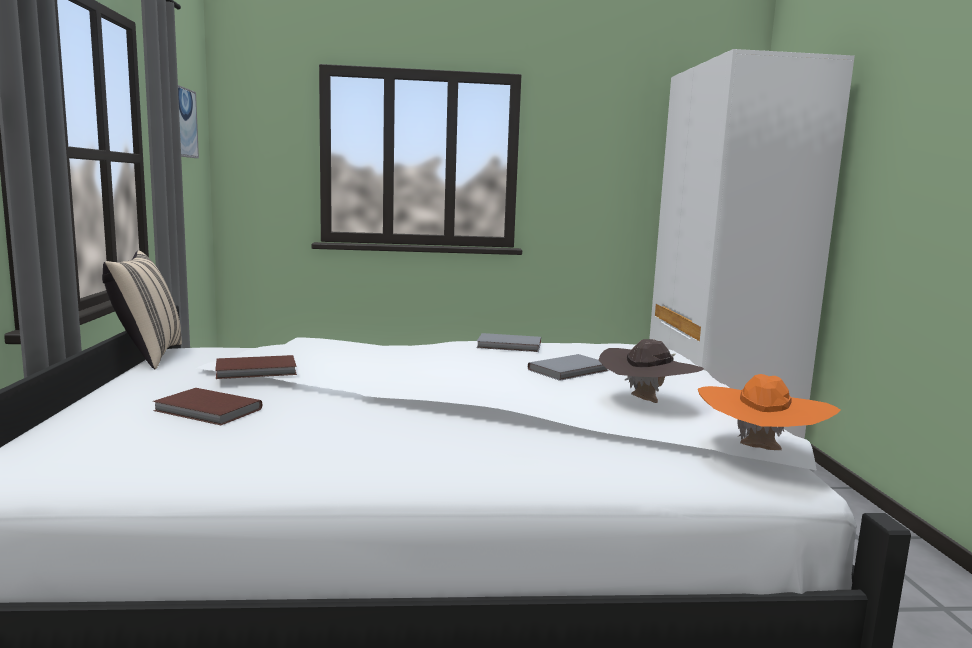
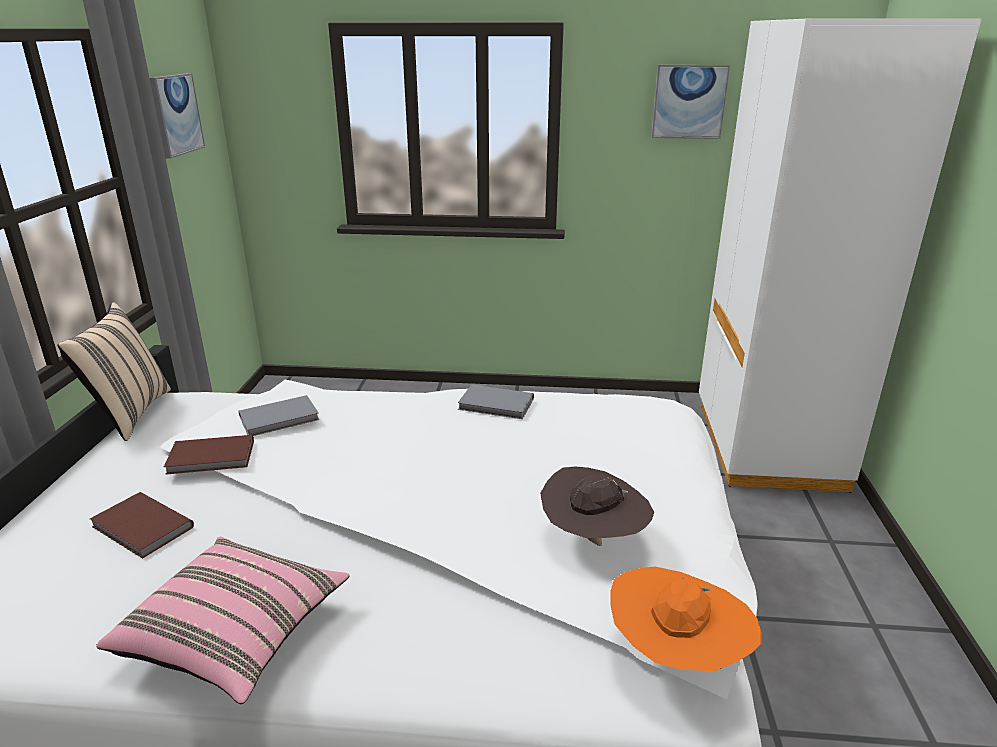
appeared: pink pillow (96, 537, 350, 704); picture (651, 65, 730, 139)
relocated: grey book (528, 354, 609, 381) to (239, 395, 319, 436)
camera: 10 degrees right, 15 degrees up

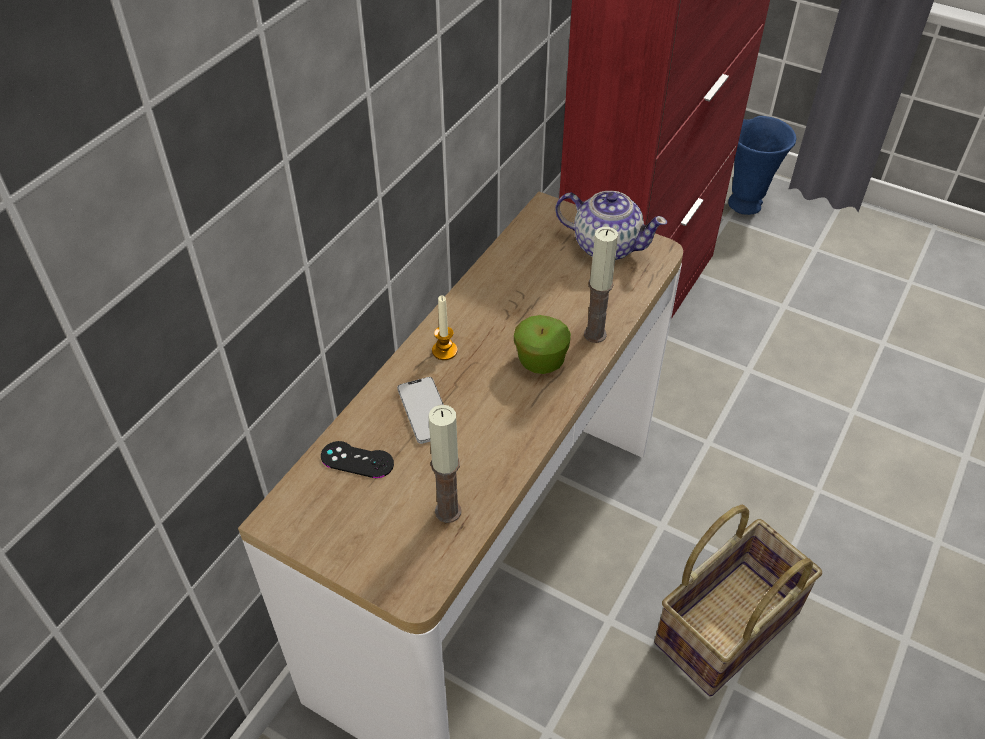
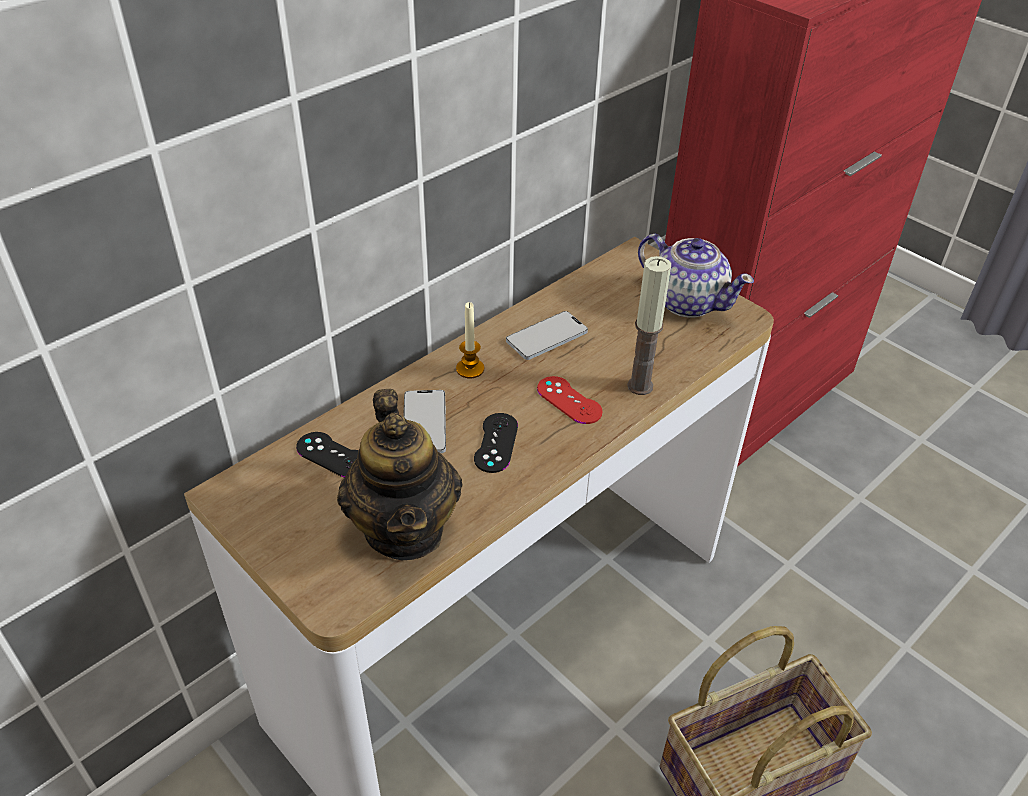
missing: blue vase (728, 116, 797, 215)
appeared: black game controller (474, 413, 518, 473); phone (506, 311, 588, 360)
exchanged: candle (428, 405, 461, 523) to teapot (337, 389, 463, 560); apple (514, 315, 571, 374) to red game controller (537, 376, 603, 424)
camera: 15 degrees right, 5 degrees down

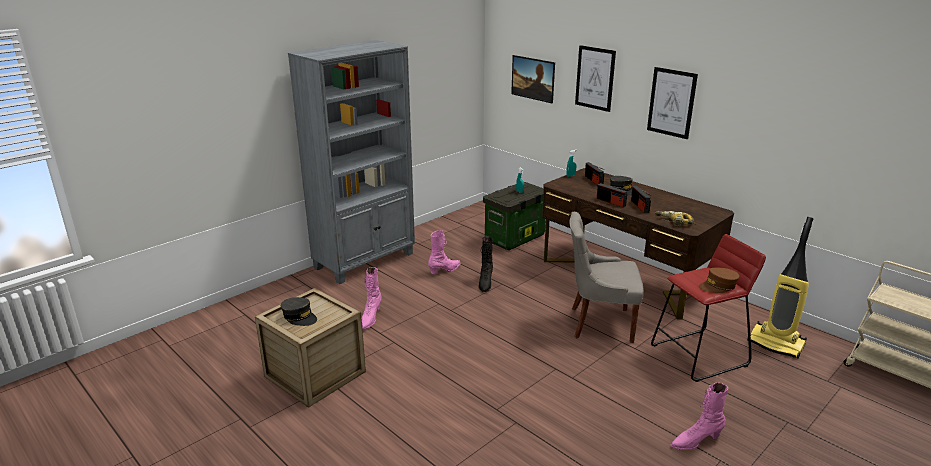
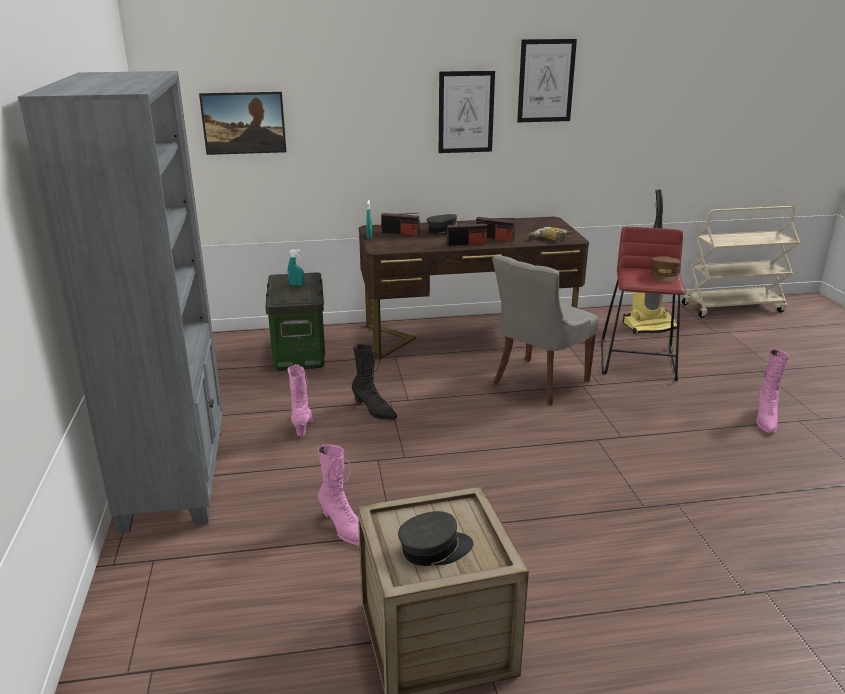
relocated: picture (575, 45, 616, 112) to (517, 39, 577, 122)
camera: 55 degrees left, 0 degrees up

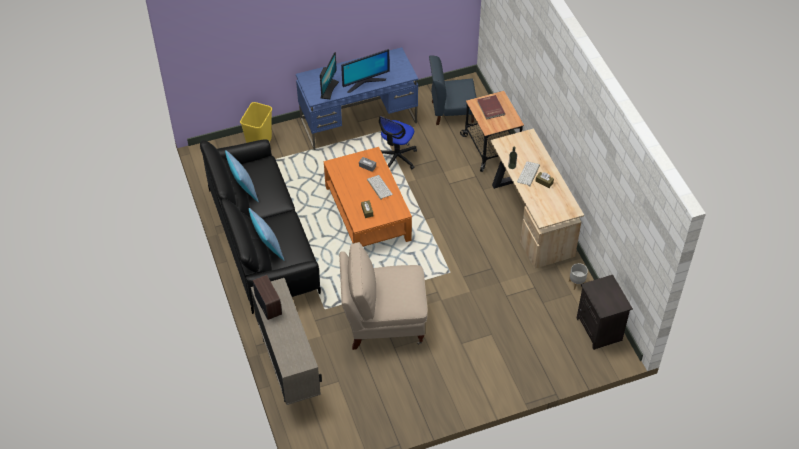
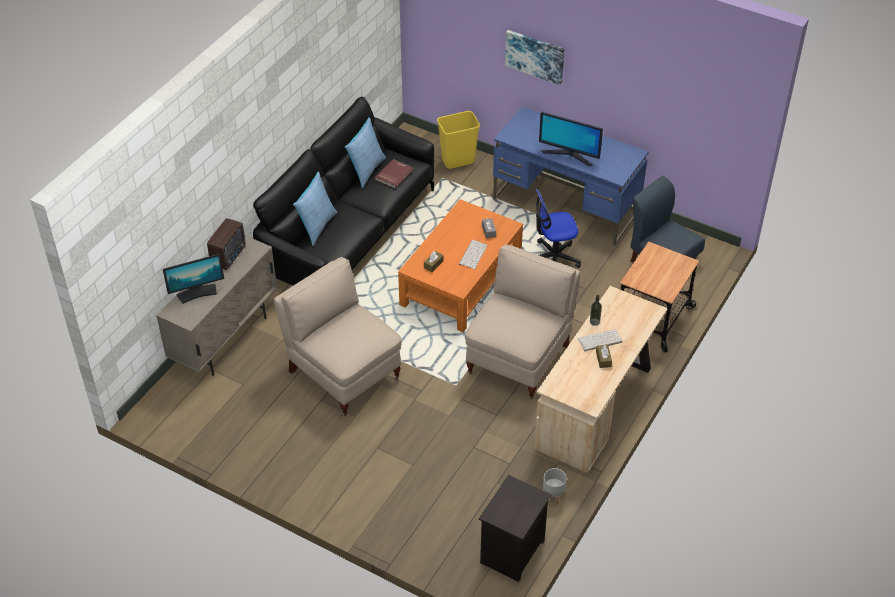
appeared: beige chair (465, 244, 580, 399); picture (505, 30, 564, 85)
relocated: monitor (320, 52, 339, 99) to (163, 254, 224, 304); red book (477, 95, 505, 120) to (375, 159, 414, 188)
camera: 50 degrees right, 5 degrees down

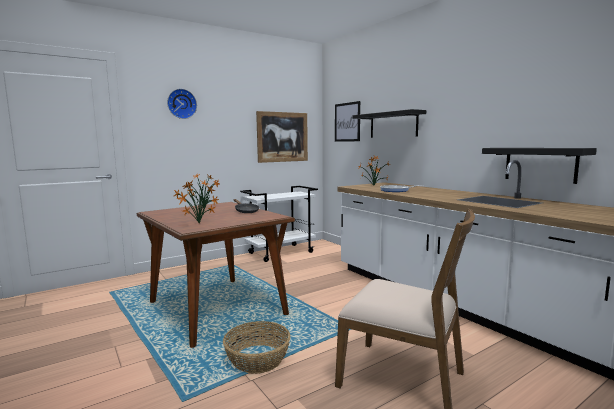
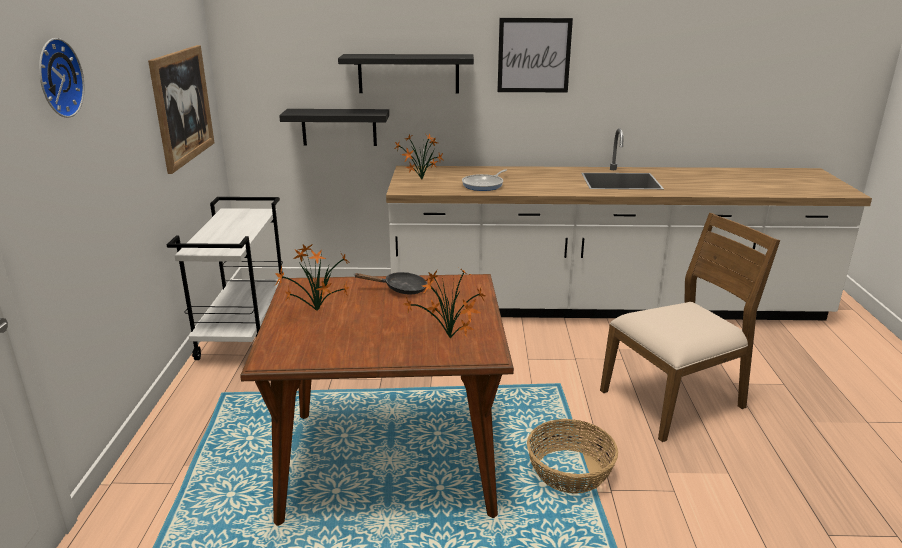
relocated: picture (335, 101, 360, 142) to (497, 18, 573, 92); black shelf (482, 148, 597, 184) to (279, 109, 389, 146)
camera: 55 degrees left, 15 degrees up

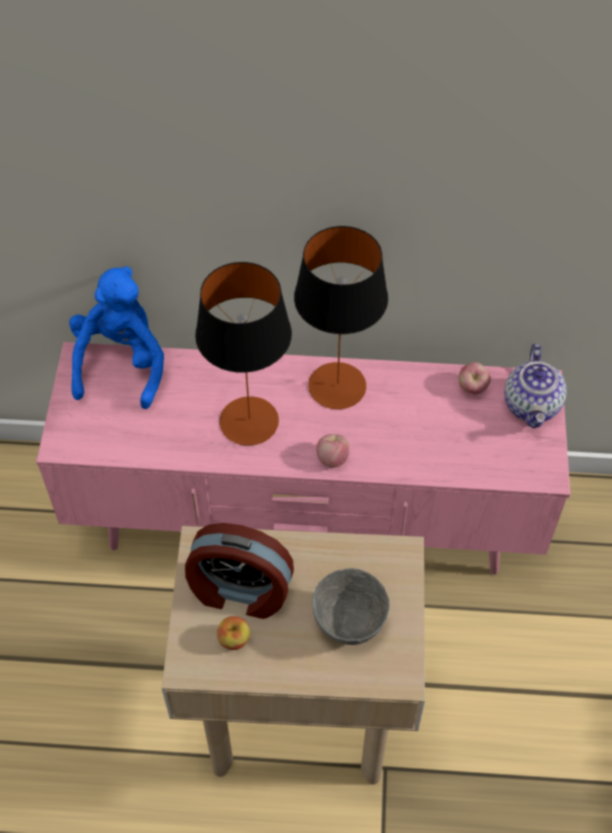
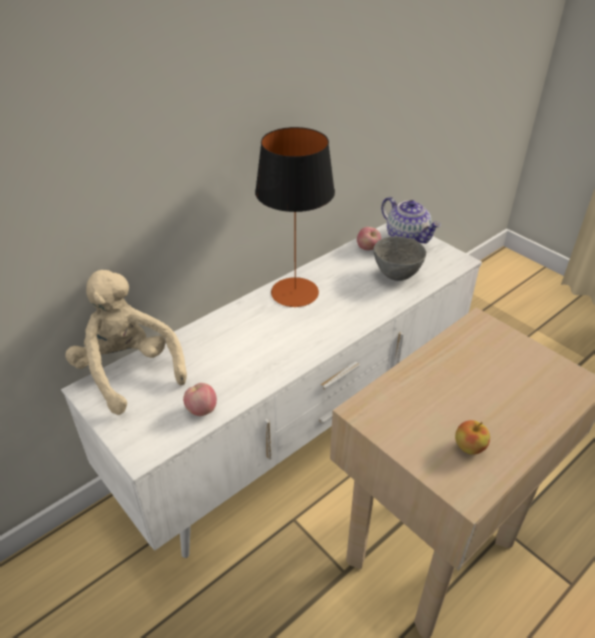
missing: alarm clock (185, 523, 294, 619); table lamp (195, 262, 292, 446)
relocated: grey bowl (312, 568, 390, 645) to (374, 236, 426, 281); apple (316, 434, 349, 468) to (183, 383, 217, 416)
colour: pink tv stand (36, 342, 570, 575) to white tv stand (61, 223, 482, 558); blue plush toy (69, 266, 164, 409) to beige plush toy (65, 270, 187, 415)
camera: 45 degrees left, 15 degrees down

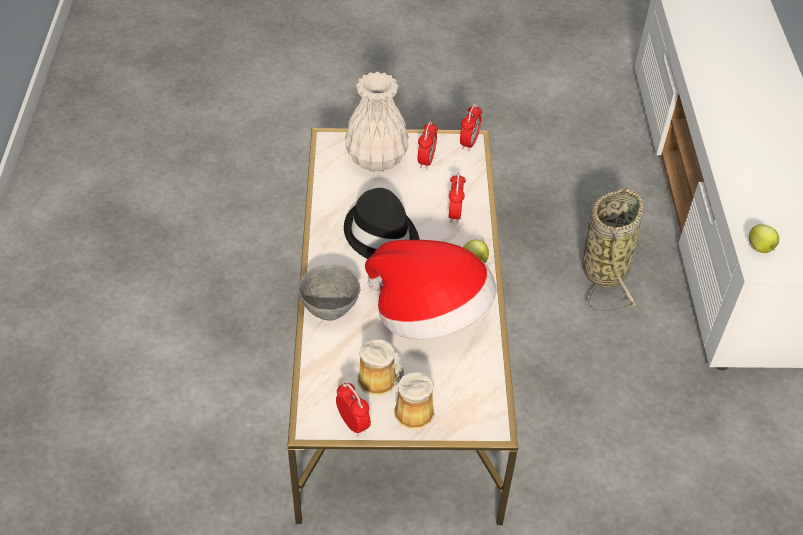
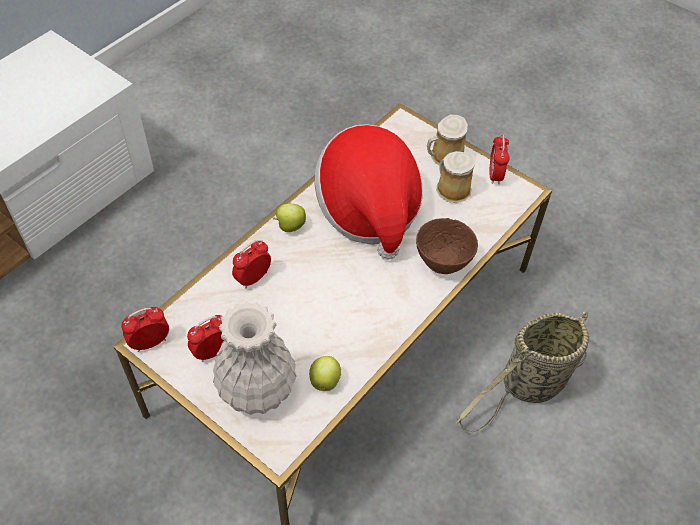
missing: black hat (344, 188, 419, 259)
relocated: basket (583, 188, 644, 311) to (456, 310, 589, 433); apple (749, 224, 779, 253) to (309, 356, 341, 391)
colour: grey bowl (298, 265, 360, 321) to brown bowl (416, 218, 478, 274)
camera: 140 degrees left, 5 degrees up

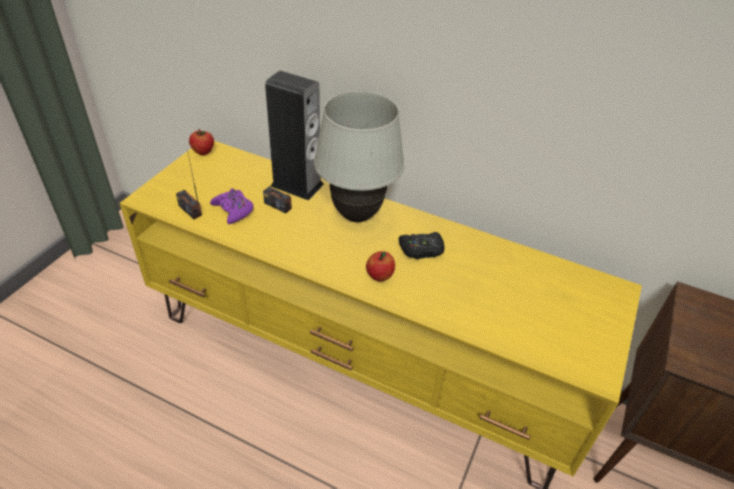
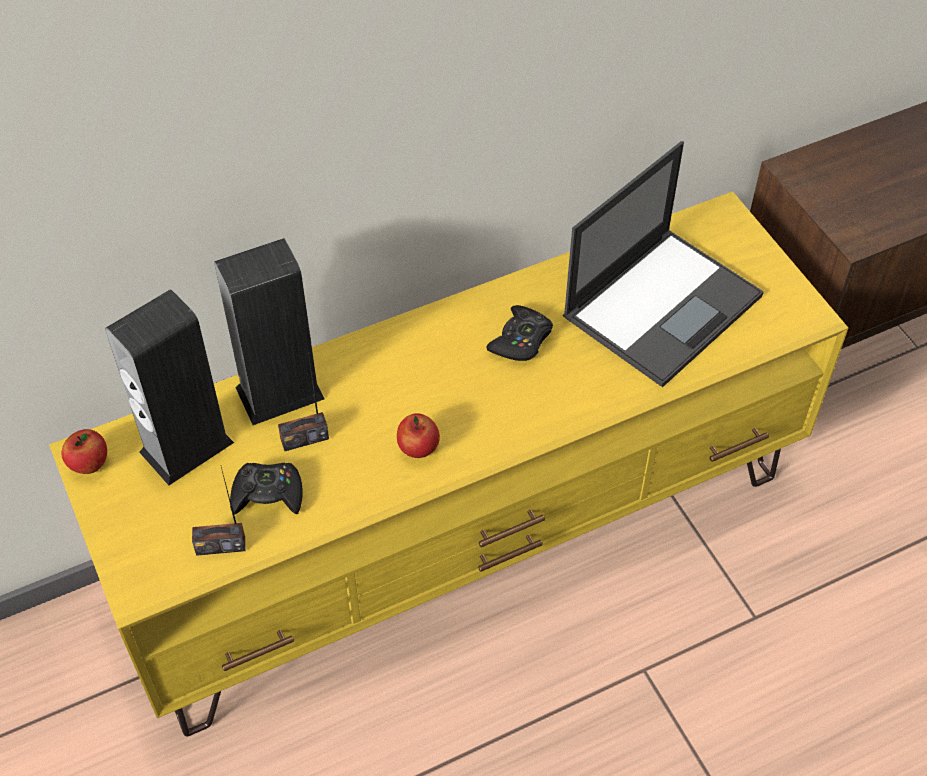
missing: white table lamp (314, 91, 404, 222)
appeared: speaker (105, 289, 234, 486); laptop (563, 141, 764, 387)
relocated: apple (366, 251, 395, 282) to (397, 413, 440, 458)
colour: purple game controller (210, 188, 254, 224) to black game controller (230, 463, 303, 515)
camera: 50 degrees left, 10 degrees up

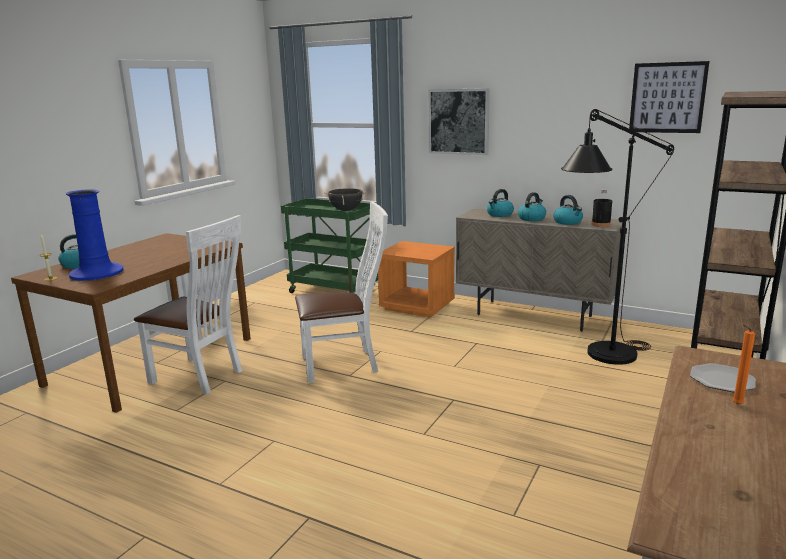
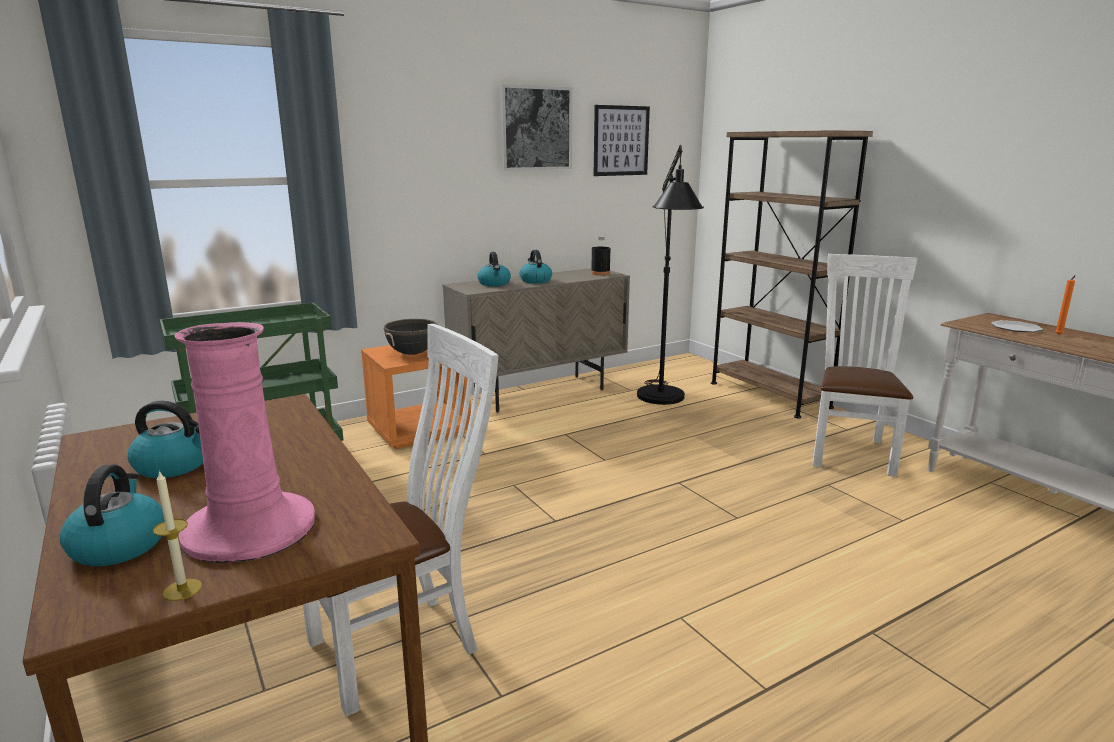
relocated: white chair (295, 202, 388, 383) to (813, 254, 918, 477); black cooking pot (324, 188, 367, 211) to (384, 319, 437, 355); picture (428, 88, 490, 155) to (499, 84, 572, 171); kettle (553, 195, 583, 225) to (128, 401, 203, 478)
colour: blue vase (66, 189, 124, 281) to pink vase (174, 322, 315, 563)
camera: 60 degrees left, 0 degrees up

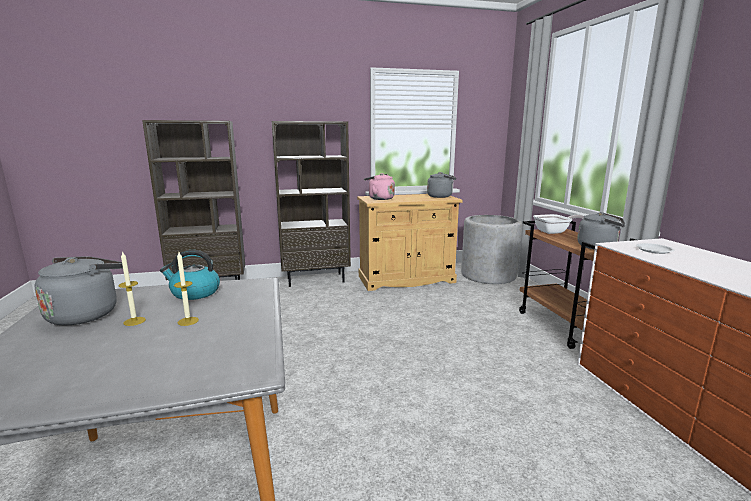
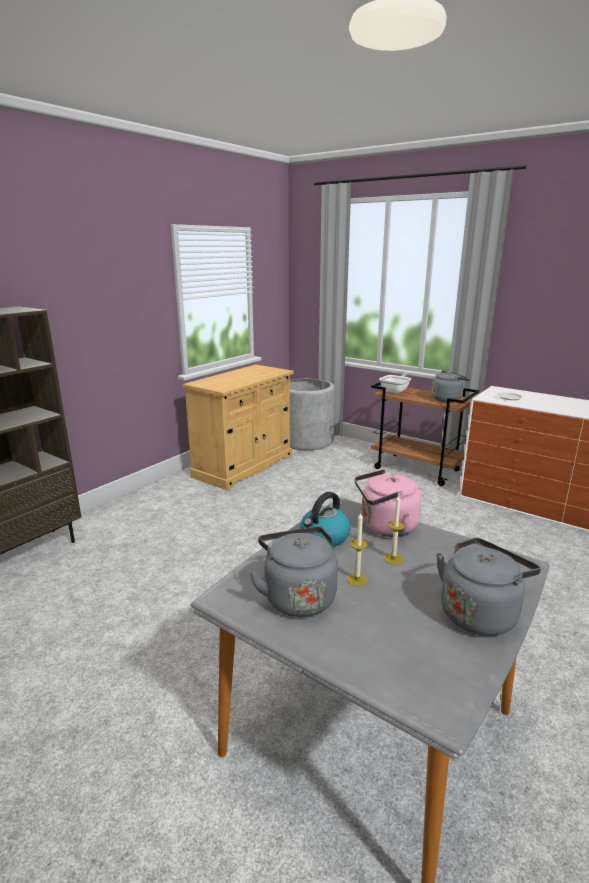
missing: brown bookcase (272, 121, 351, 287)
relocated: pink kettle (364, 173, 395, 200) to (354, 469, 421, 537); grey kettle (427, 172, 456, 198) to (436, 538, 541, 636)
camera: 40 degrees left, 5 degrees up

